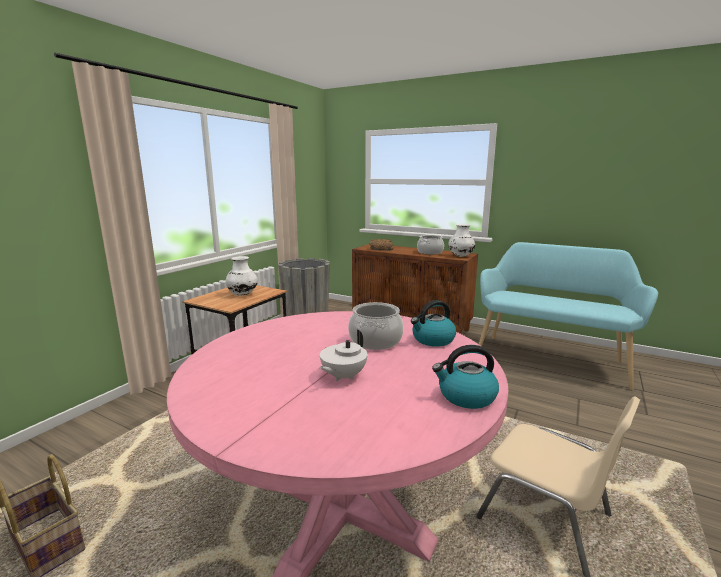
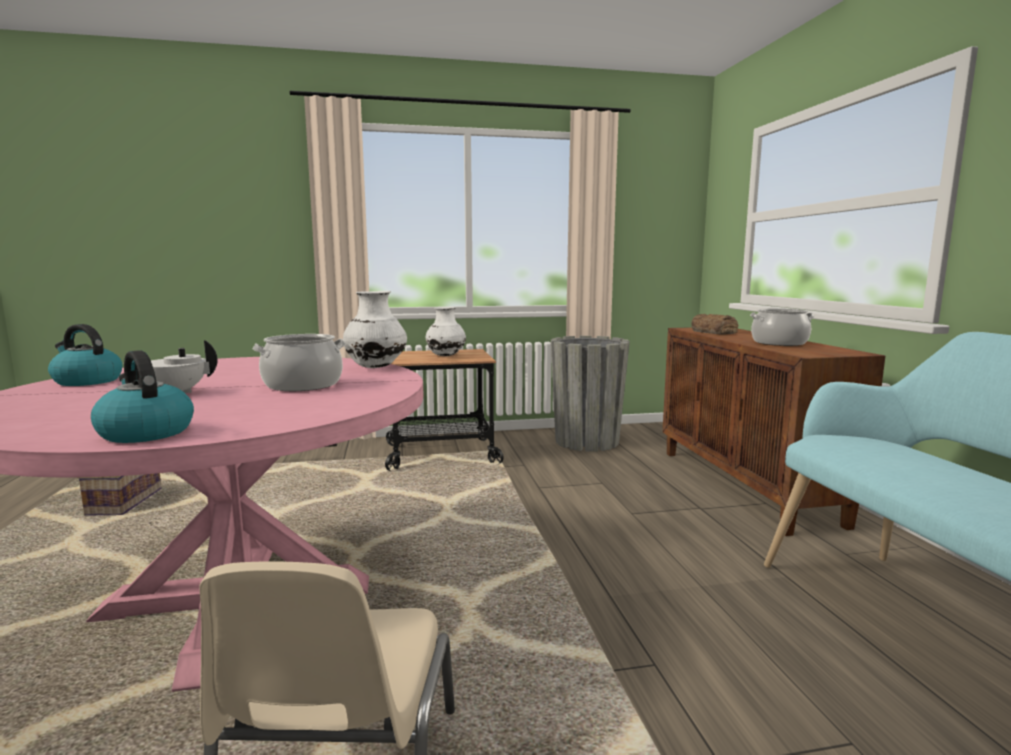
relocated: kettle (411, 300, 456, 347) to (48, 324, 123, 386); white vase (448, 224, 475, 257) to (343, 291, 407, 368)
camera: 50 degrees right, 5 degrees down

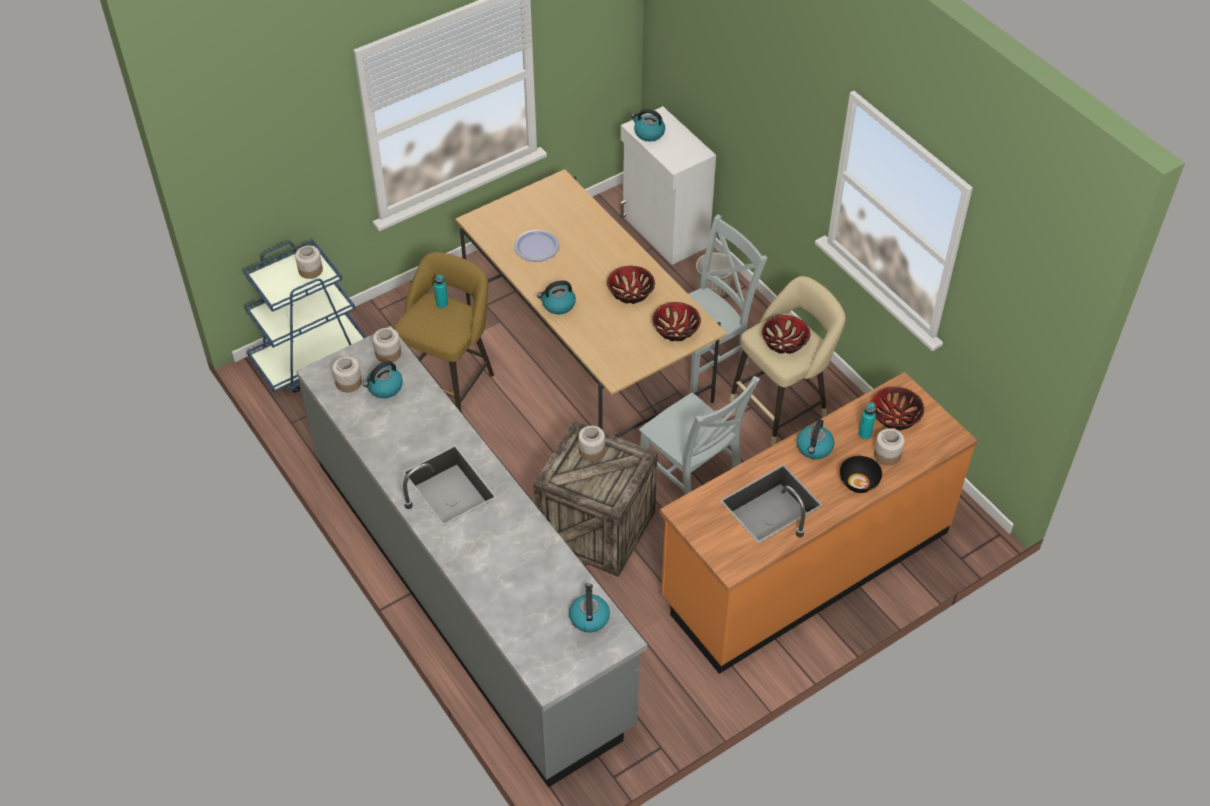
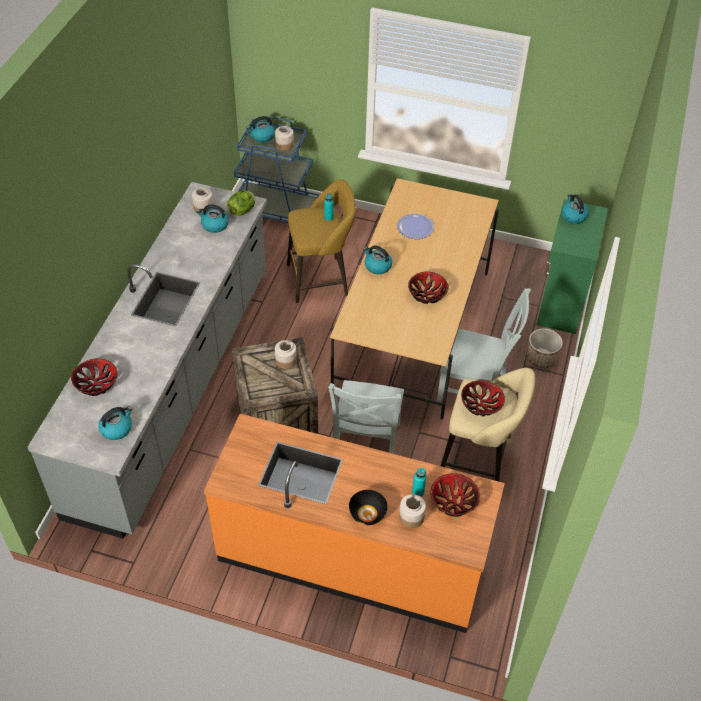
relocated: bowl (652, 302, 701, 341) to (71, 359, 117, 396); kettle (797, 419, 834, 459) to (246, 116, 275, 142)
exchanged: jar (373, 328, 401, 362) to lettuce (227, 190, 255, 216)
colour: white cabinet (621, 106, 716, 265) to green cabinet (536, 199, 608, 334)
camera: 50 degrees right, 0 degrees up

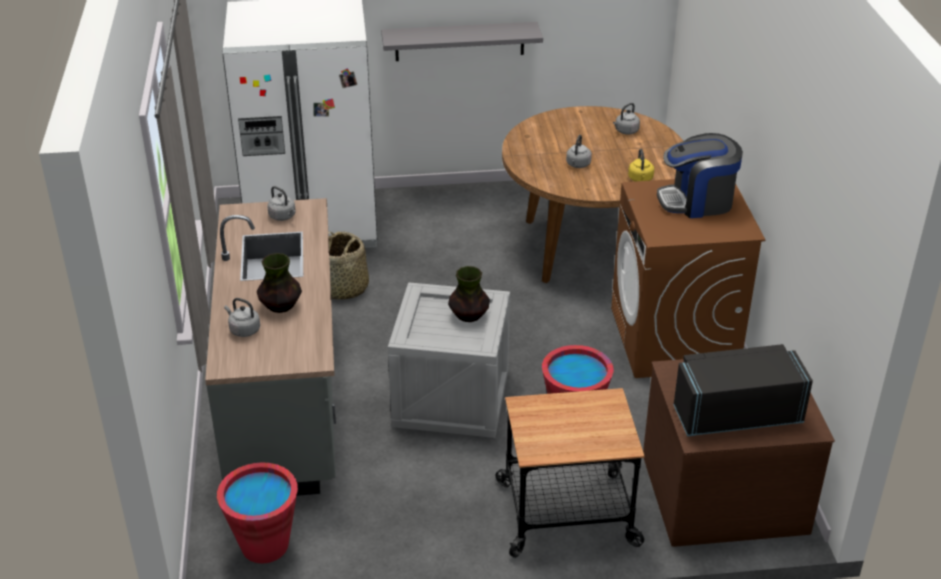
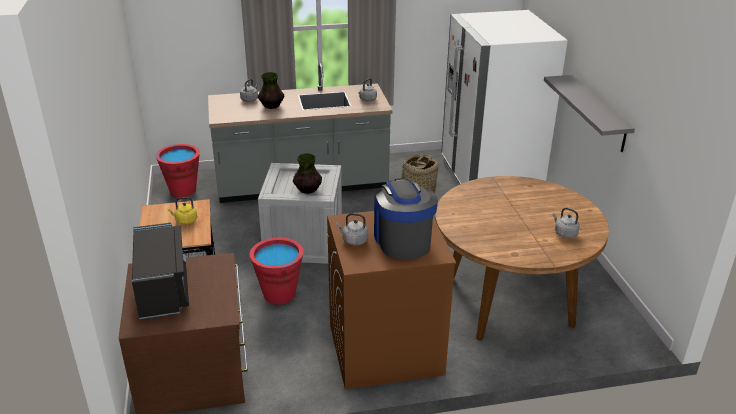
relocated: grey kettle (566, 135, 592, 168) to (336, 213, 368, 246); yellow kettle (628, 149, 654, 181) to (167, 197, 197, 225)
camera: 85 degrees right, 5 degrees down

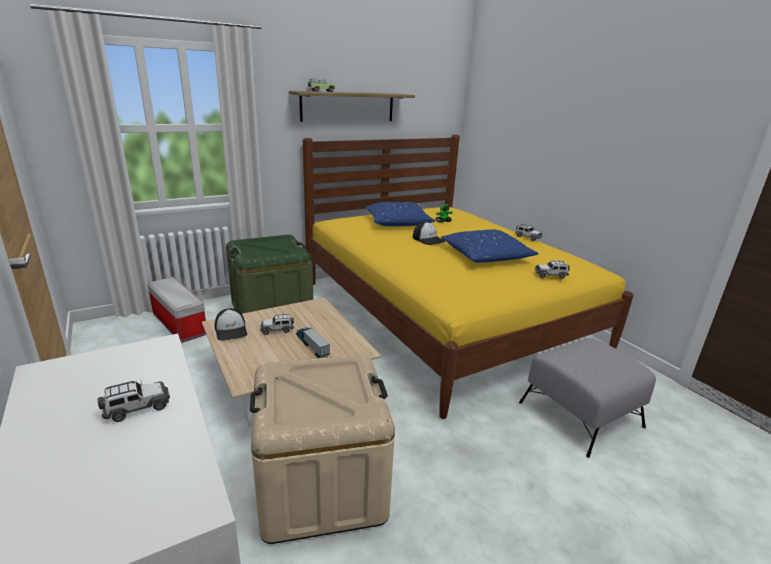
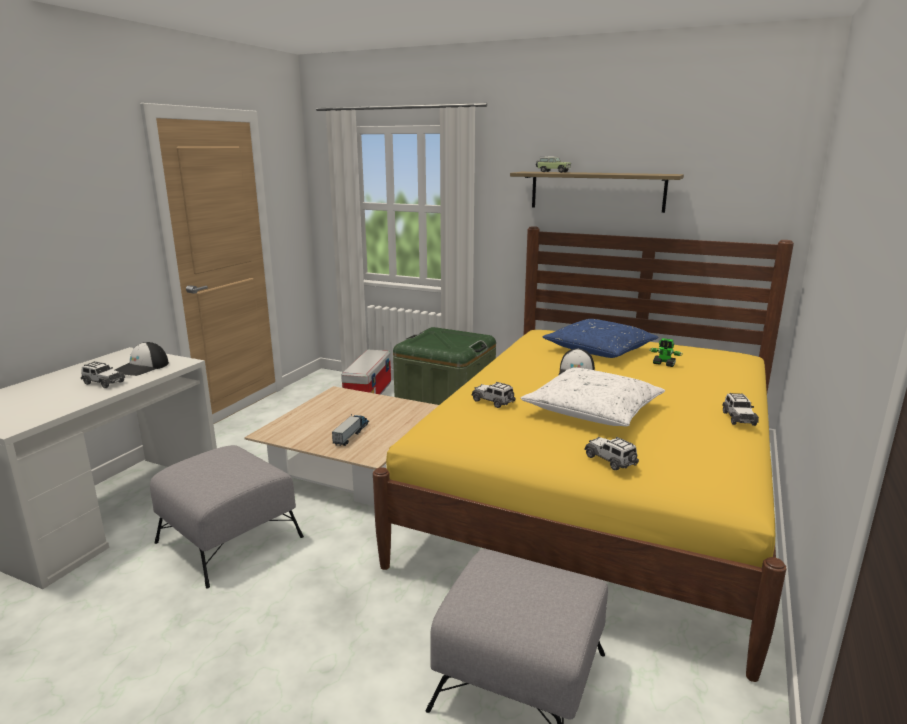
relocated: cap (215, 308, 247, 341) to (115, 342, 169, 376); toy car (260, 314, 294, 335) to (471, 382, 515, 408)
exchanged: beige storage box (250, 355, 395, 544) to grey ottoman (150, 445, 304, 589)
colour: blue pillow (441, 230, 539, 263) to white pillow (521, 368, 665, 426)
camera: 55 degrees right, 5 degrees down

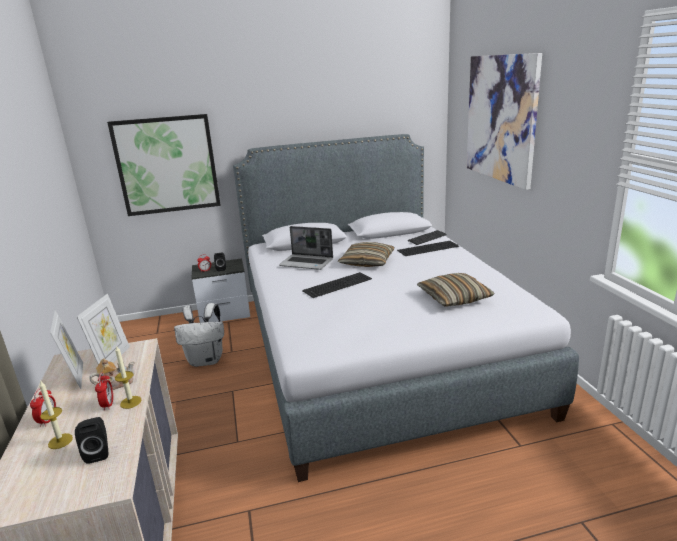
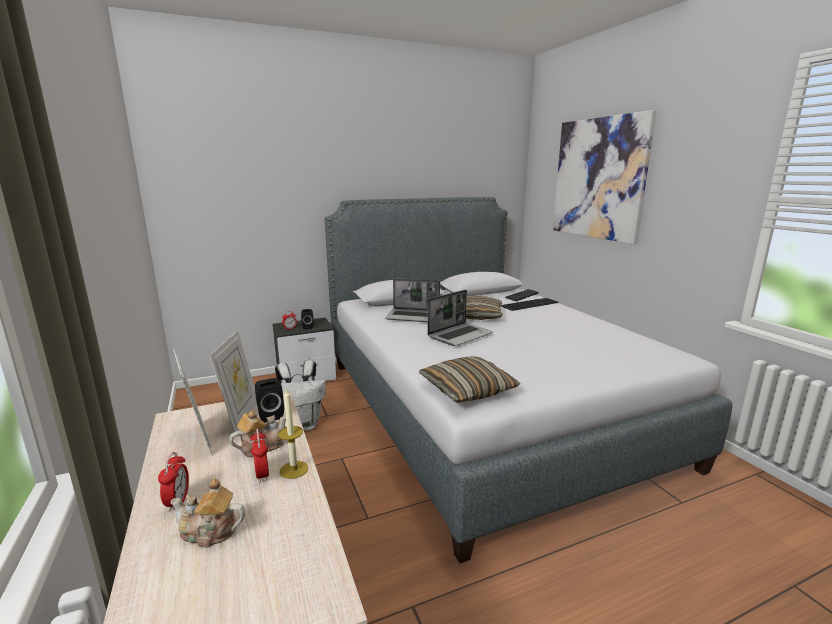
missing: picture (107, 114, 221, 216)
relocated: black speaker (75, 417, 108, 464) to (255, 378, 284, 423); pillow (417, 273, 495, 307) to (419, 356, 520, 403)
exchanged: candle (39, 380, 73, 449) to teapot (171, 478, 245, 548); keyboard (302, 272, 372, 298) to laptop (427, 290, 493, 346)
camera: 10 degrees left, 5 degrees down

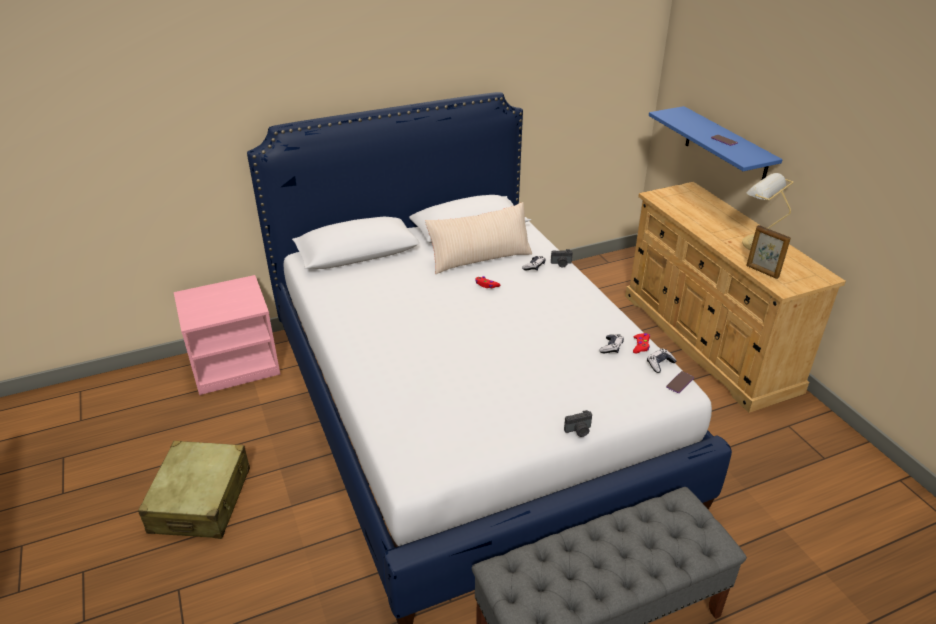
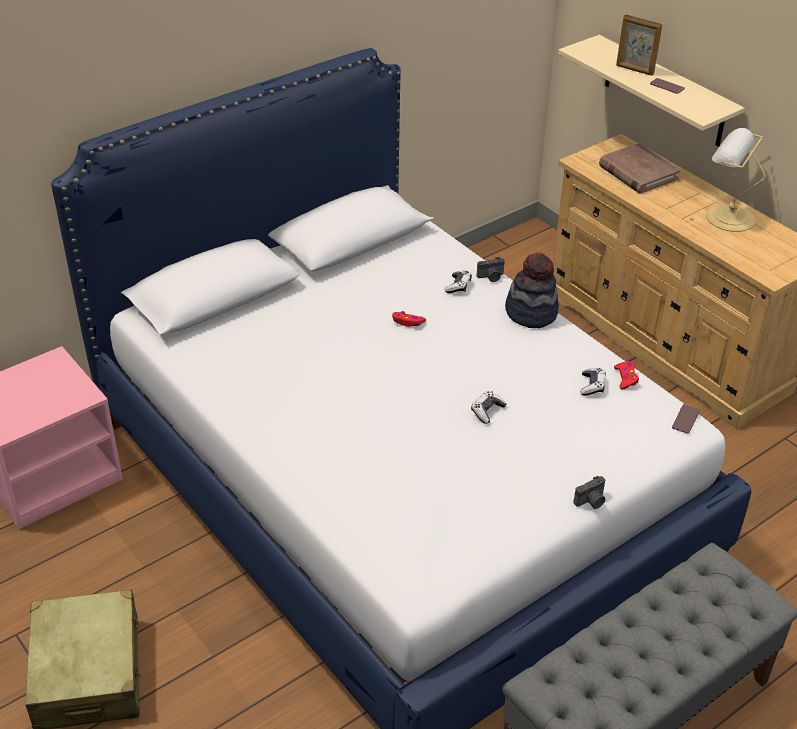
missing: beige pillow (425, 202, 532, 274)
appeared: hat (505, 253, 559, 328); brown book (599, 143, 680, 194)
relocated: game controller (647, 348, 677, 373) to (471, 391, 507, 424); picture frame (746, 225, 791, 279) to (616, 14, 663, 76)
colour: blue shelf (649, 106, 783, 179) to beige shelf (558, 35, 745, 147)
camera: 15 degrees left, 5 degrees up

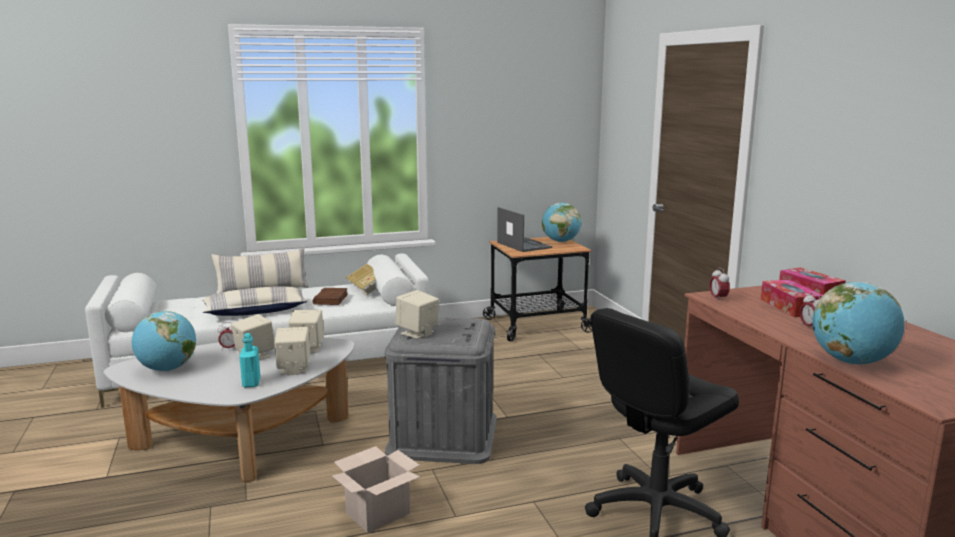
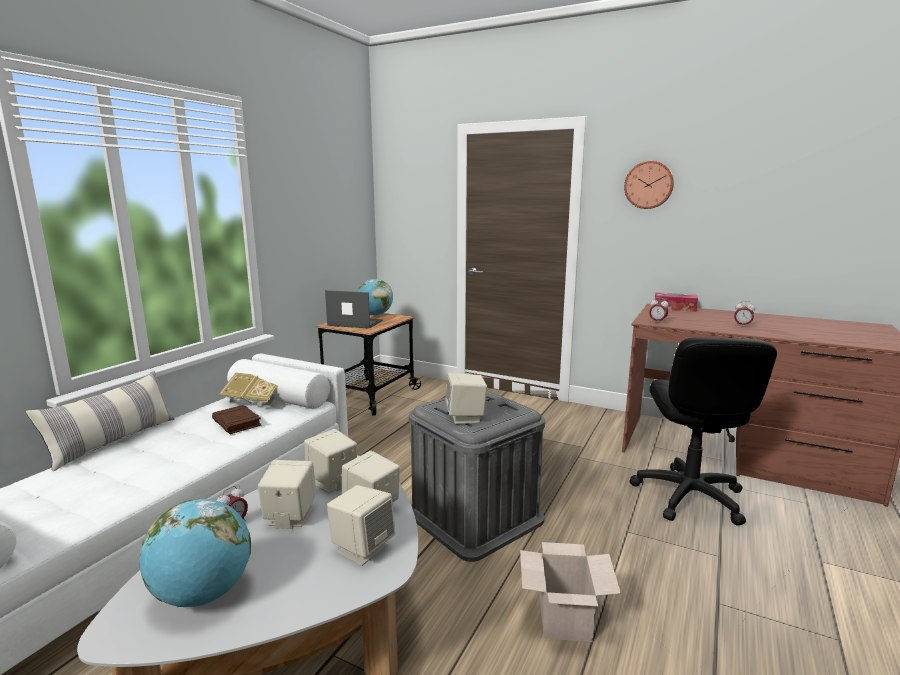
missing: pillow (203, 286, 308, 316); tissue box (761, 280, 823, 317); globe (812, 282, 905, 364)
appeared: wall clock (624, 161, 674, 209)
exchanged: turquoise bottle (239, 333, 261, 388) to beige speaker (327, 485, 395, 566)
camera: 45 degrees left, 0 degrees up

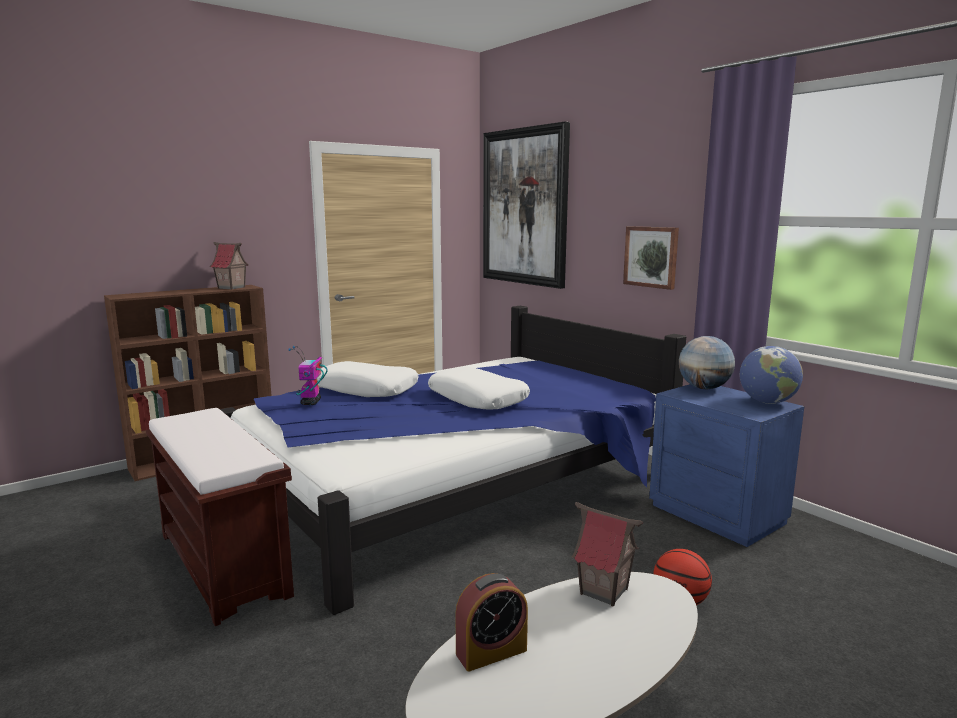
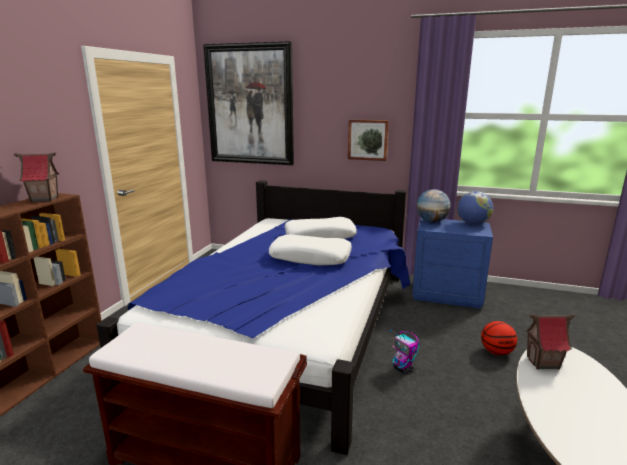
missing: alarm clock (455, 573, 528, 672)
relocated: toy robot (288, 346, 327, 405) to (389, 329, 420, 374); white pillow (317, 361, 419, 397) to (285, 217, 357, 239)
camera: 35 degrees left, 5 degrees up

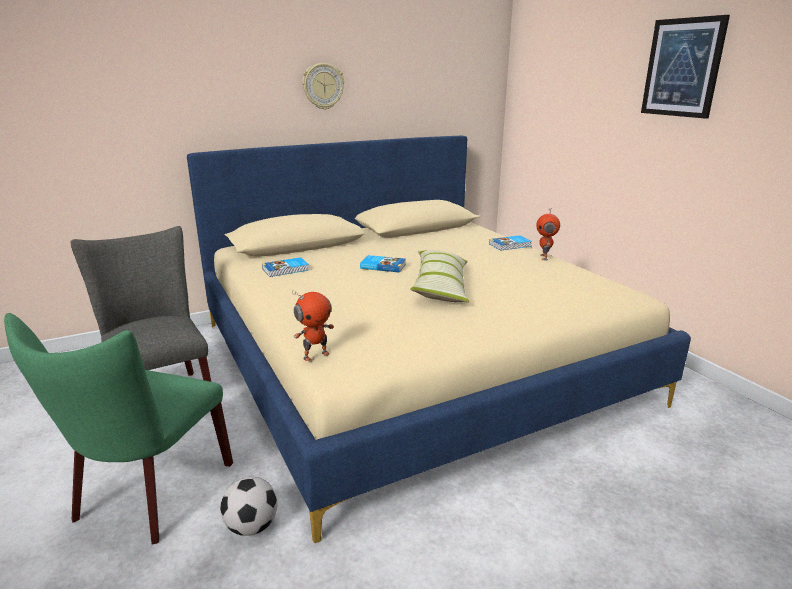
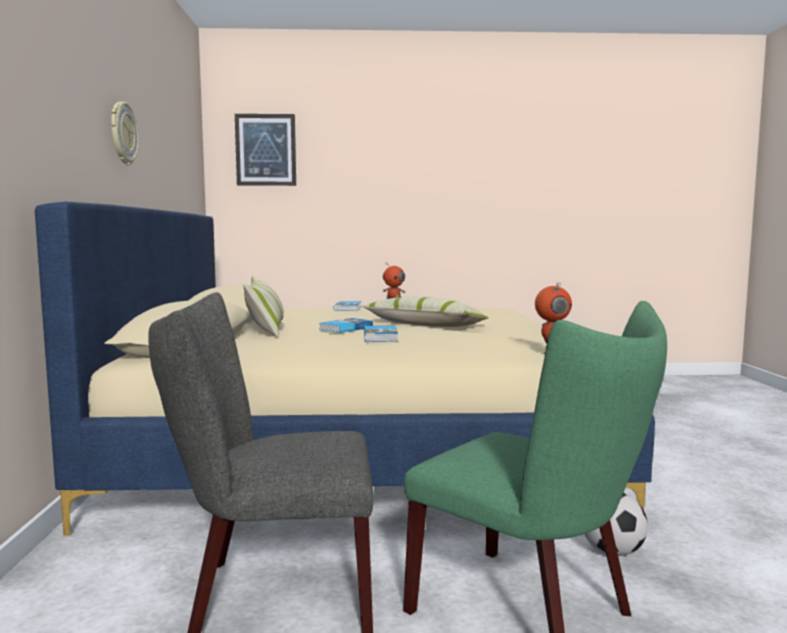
appeared: pillow (243, 276, 284, 338)
relocated: book (262, 257, 309, 277) to (364, 326, 398, 342); picture (641, 15, 730, 119) to (235, 114, 296, 186)
camera: 65 degrees left, 15 degrees down

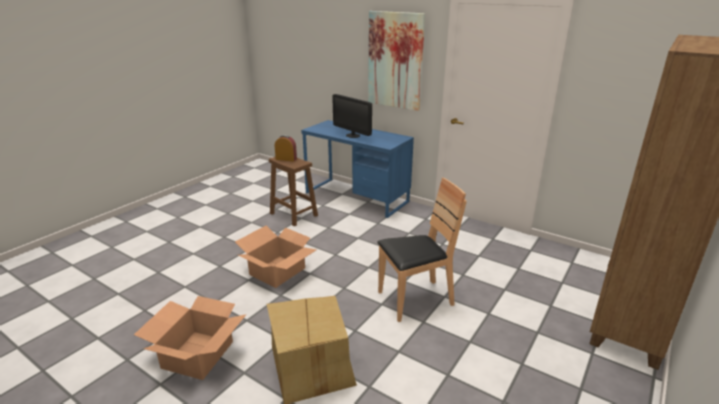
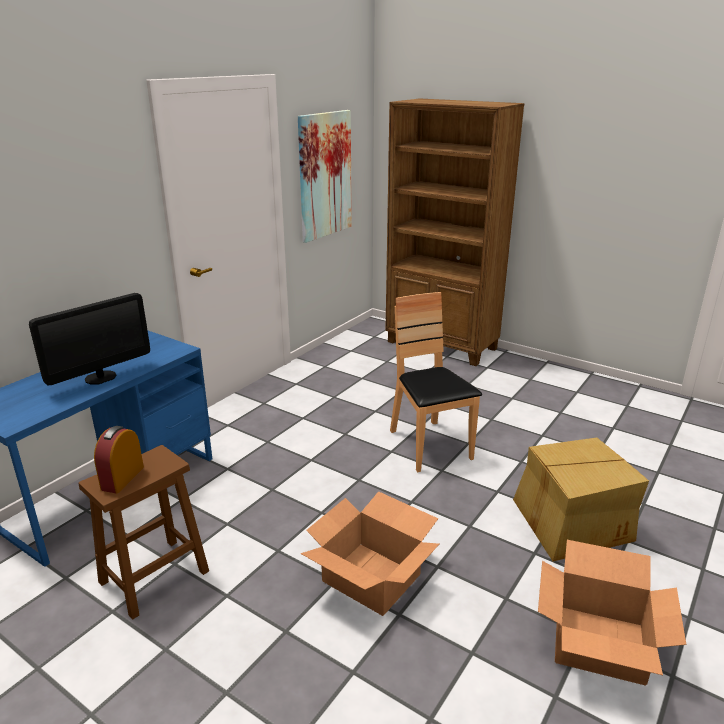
relocated: picture (368, 11, 425, 111) to (298, 110, 352, 243)
camera: 90 degrees left, 0 degrees up

